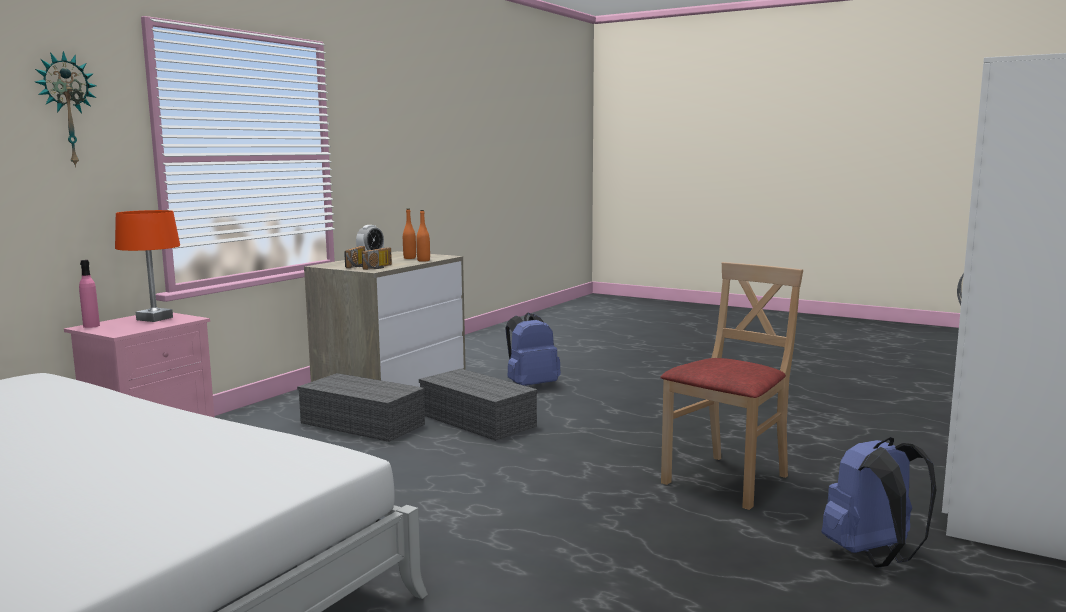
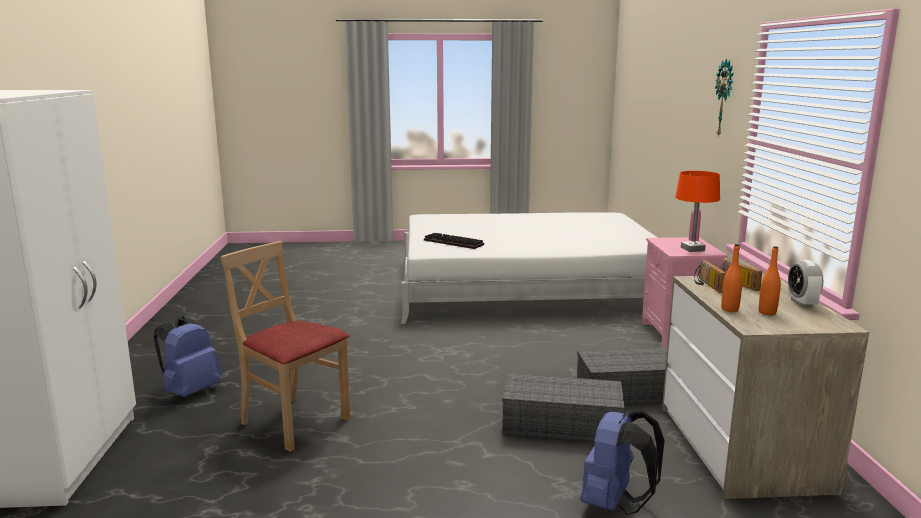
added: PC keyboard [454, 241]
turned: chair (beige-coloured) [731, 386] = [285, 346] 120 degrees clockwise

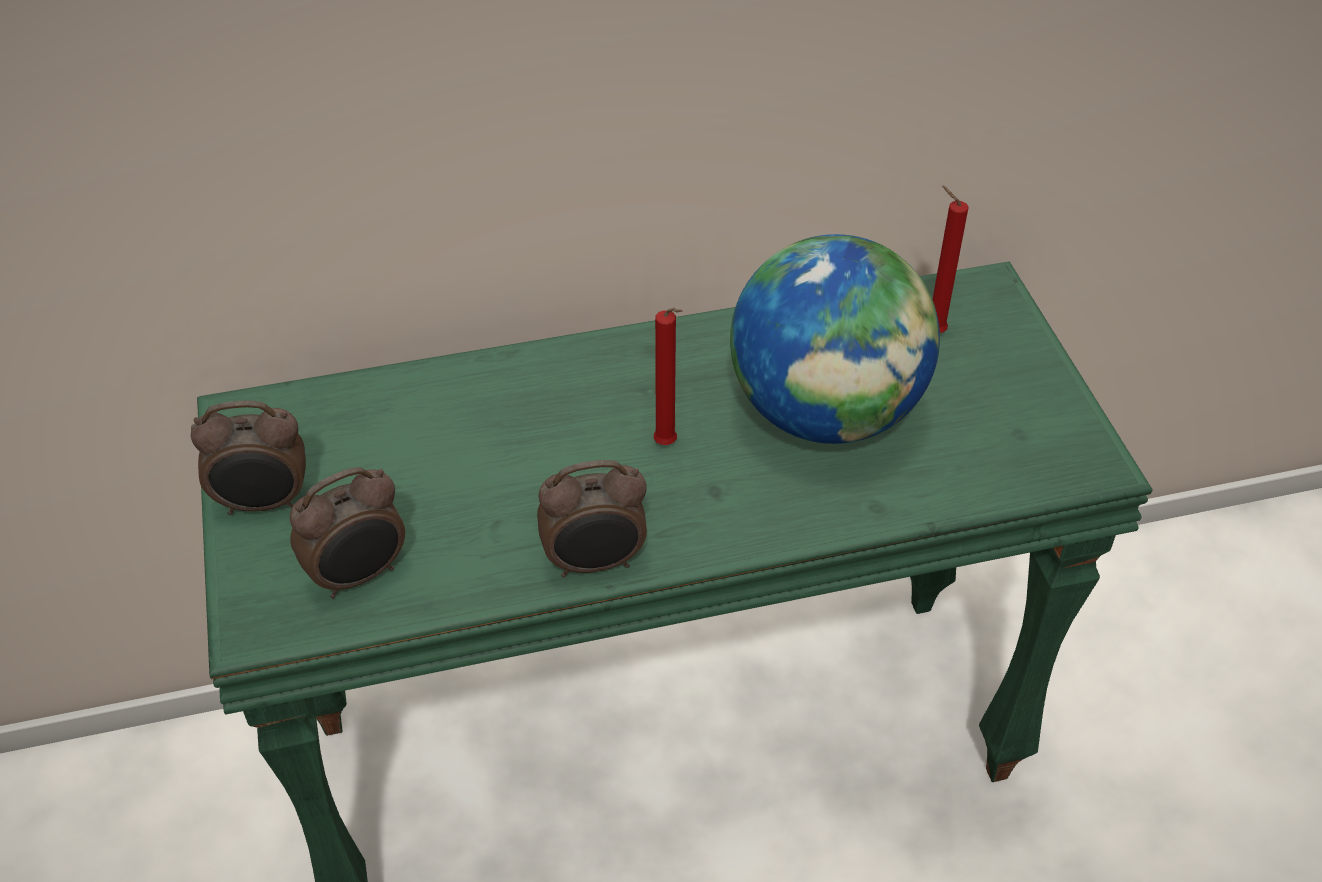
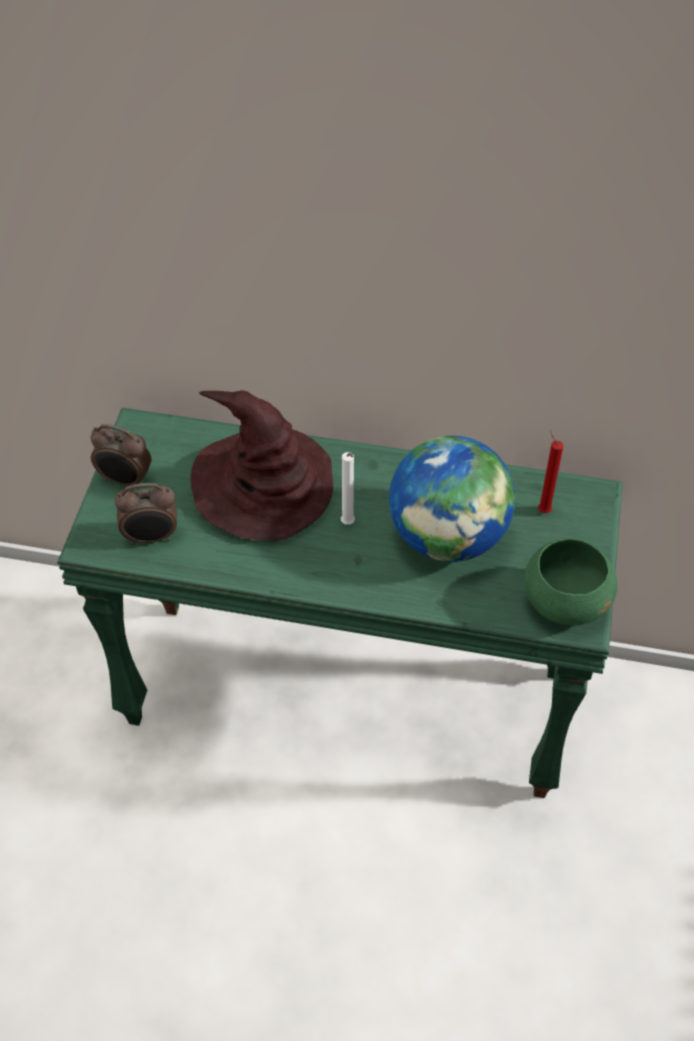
removed: alarm clock [592, 518]
added: clothing hat (brownish) [262, 465]; bowl (green-coloured) [570, 582]
recoloured: wax candle (red-coloured) [668, 376] to wax candle (whitish) [348, 488]

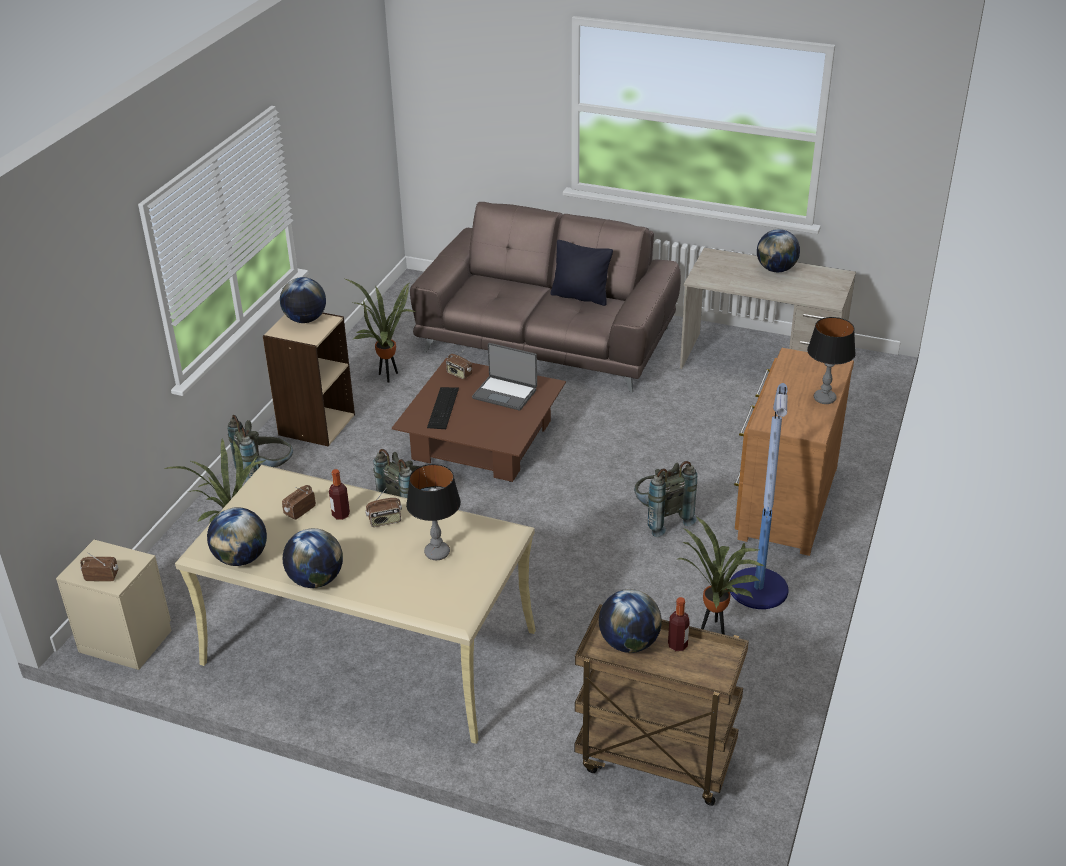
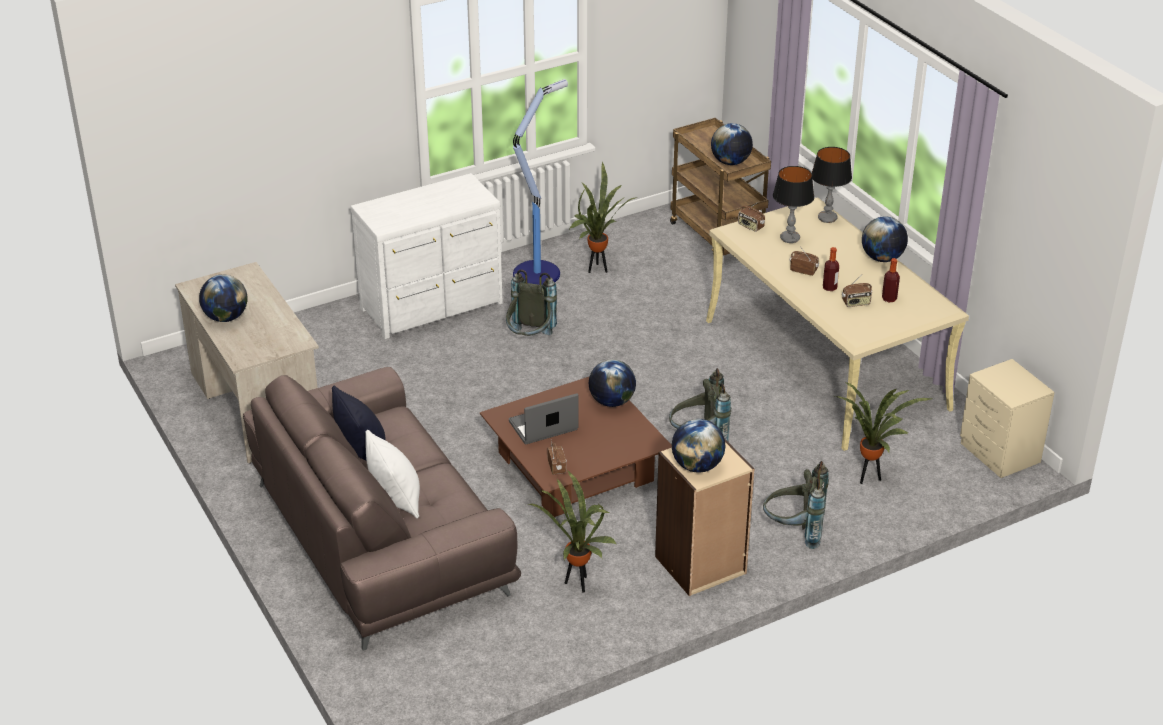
removed: PC keyboard [443, 408]
added: throw pillow (whitish) [392, 474]
moved: table lamp [831, 360] to [832, 185]; globe [237, 536] to [612, 383]; radio receiver [99, 566] to [751, 216]; drink bottle [679, 624] to [891, 280]
recoloured: drawer chest (brownish) [794, 452] to drawer chest (whitish) [426, 256]
turned: portable computer [504, 377] = [544, 419] 90 degrees counterclockwise

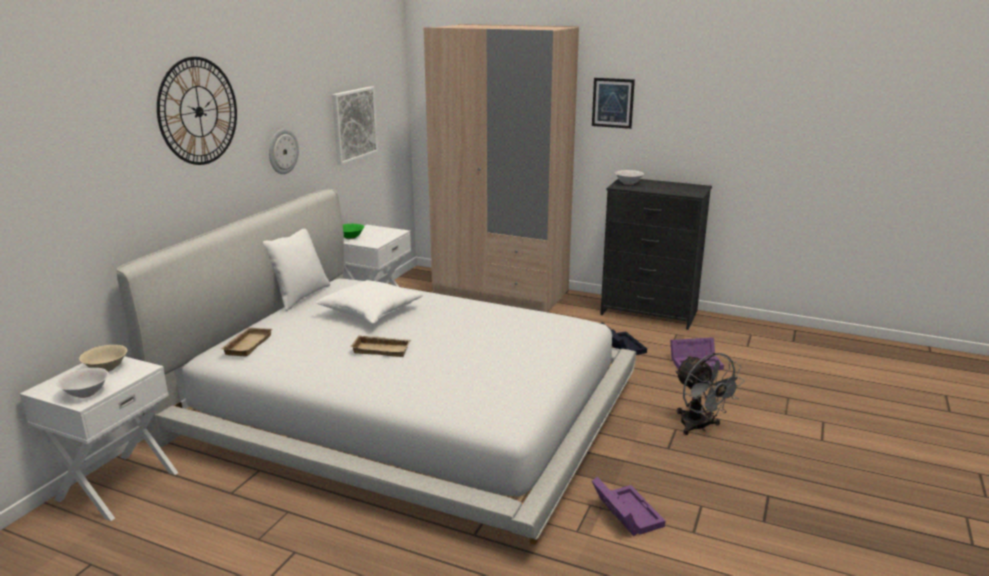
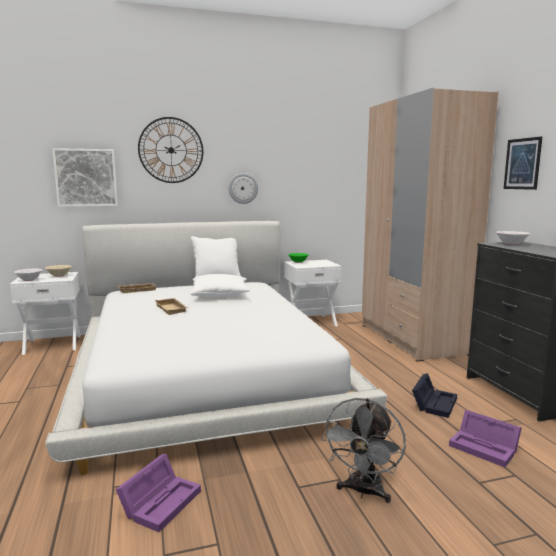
moved: wall picture [355, 125] to [85, 177]

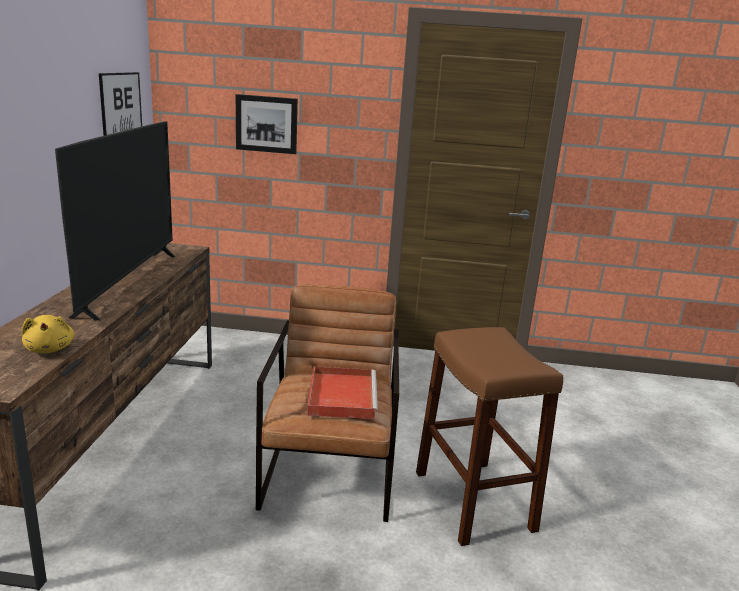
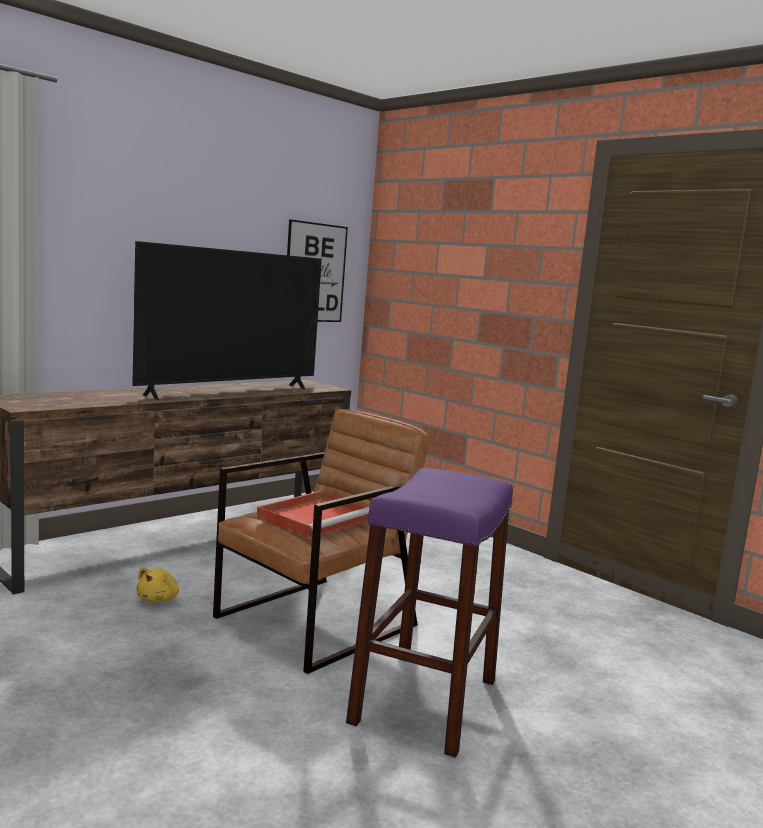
removed: wall picture [267, 124]
moved: cuddly toy (yellow-coloured) [48, 334] to [157, 584]
recoloured: stool (brownish) [489, 436] to stool (purple) [429, 613]

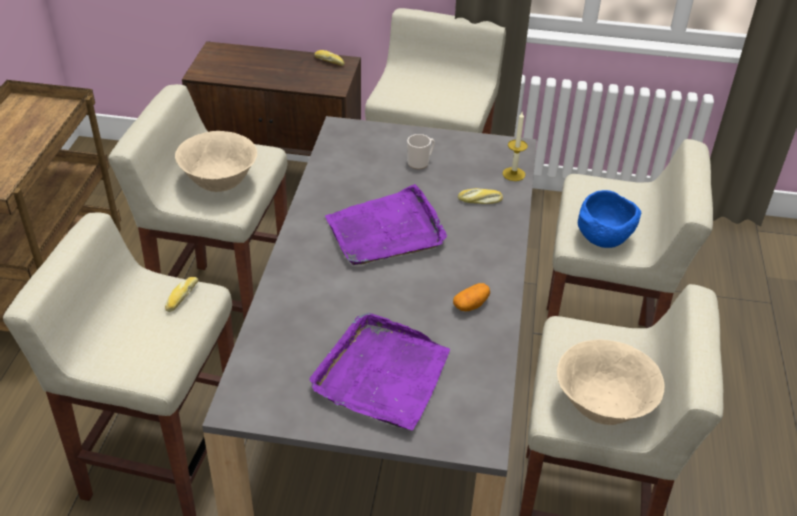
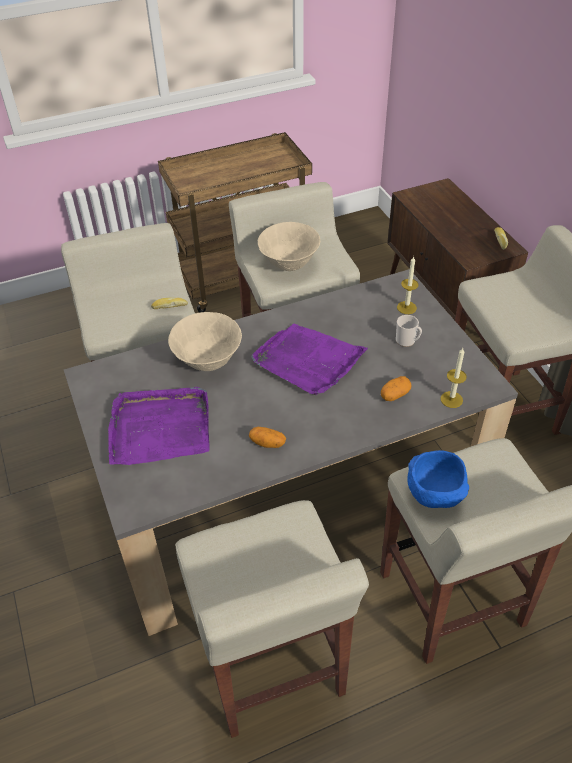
added: wax candle [408, 285]
moved: bowl (beige-coloured) [610, 382] to [205, 341]
replaced: baked bread [480, 196] to spud [396, 388]

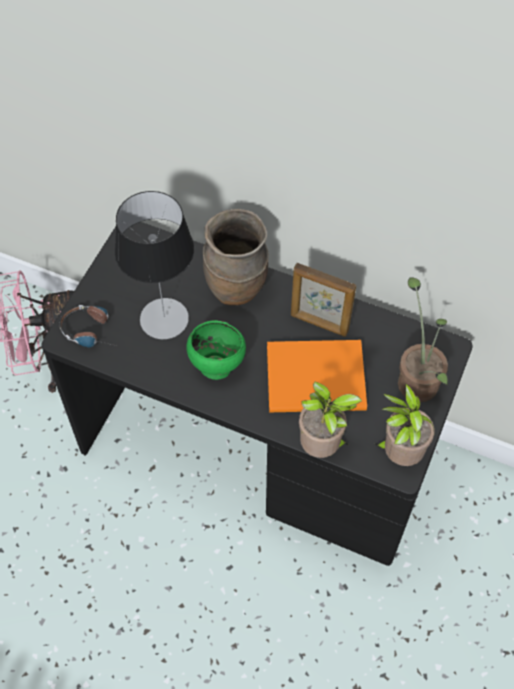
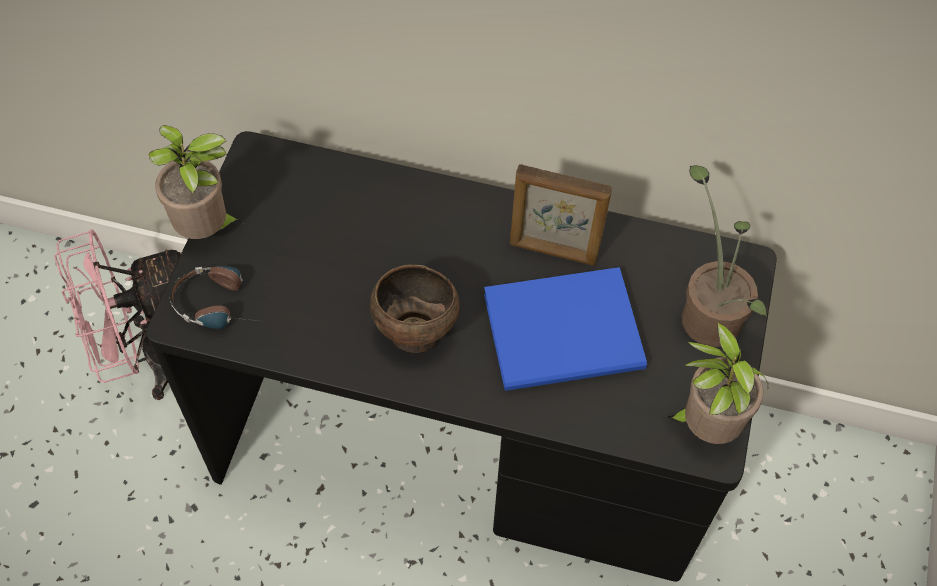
removed: table lamp [154, 265]; flower vase (brownish) [236, 257]
moved: plant in a pot [330, 419] to [195, 182]
recoloured: bowl (green-coloured) [216, 350] to bowl (brownish) [414, 309]; volume (orange-coloured) [317, 376] to volume (blue-coloured) [565, 329]

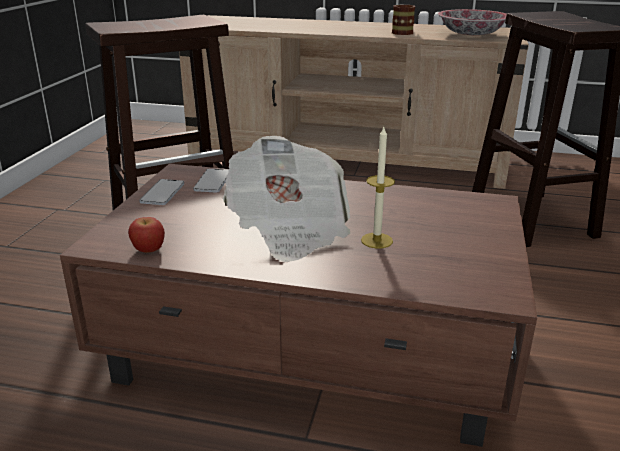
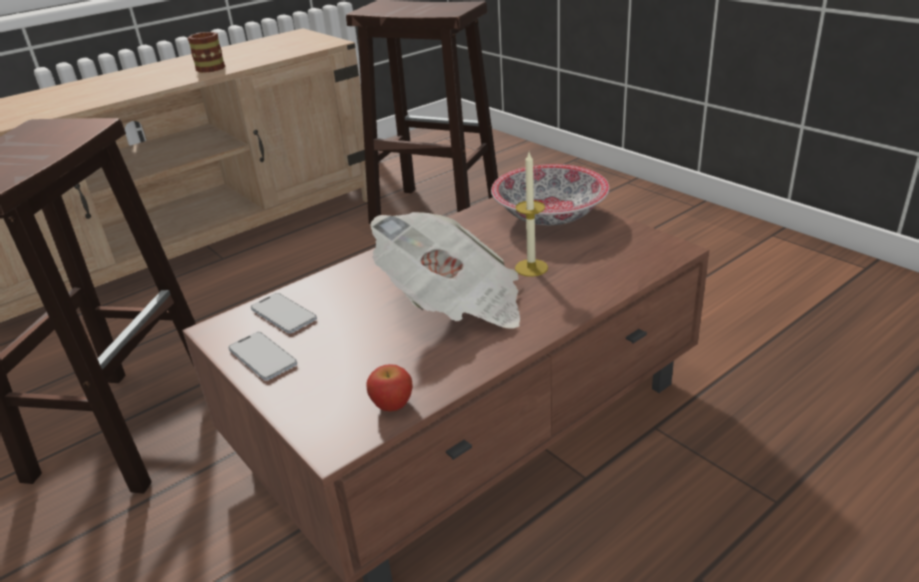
moved: bowl [472, 22] to [550, 194]

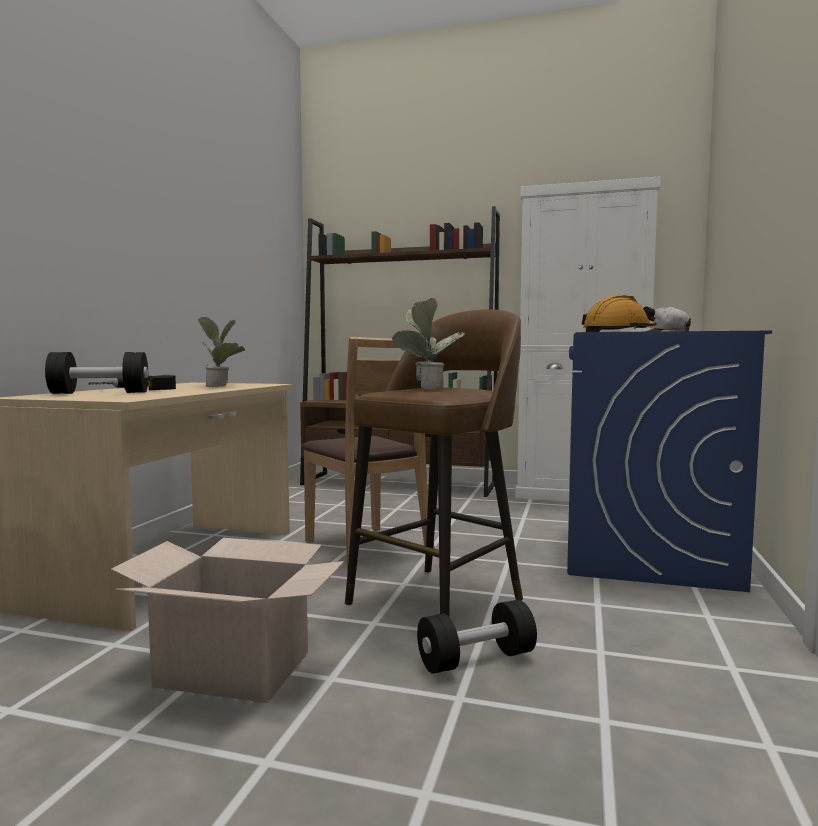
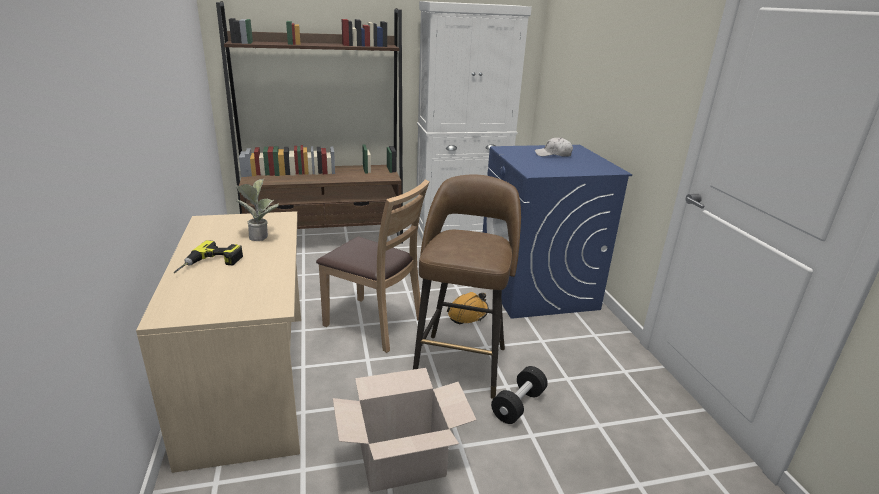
removed: plant in a pot [428, 344]; hand weight (black) [96, 373]
moved: safety helmet (orange-coloured) [619, 313] to [468, 308]

